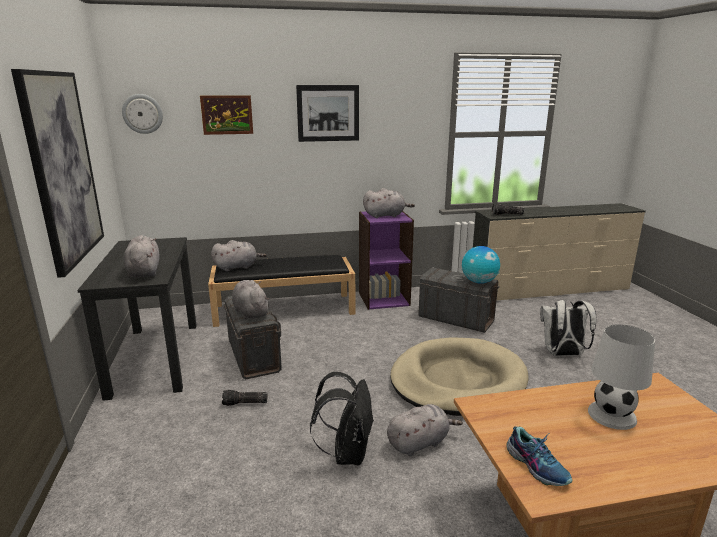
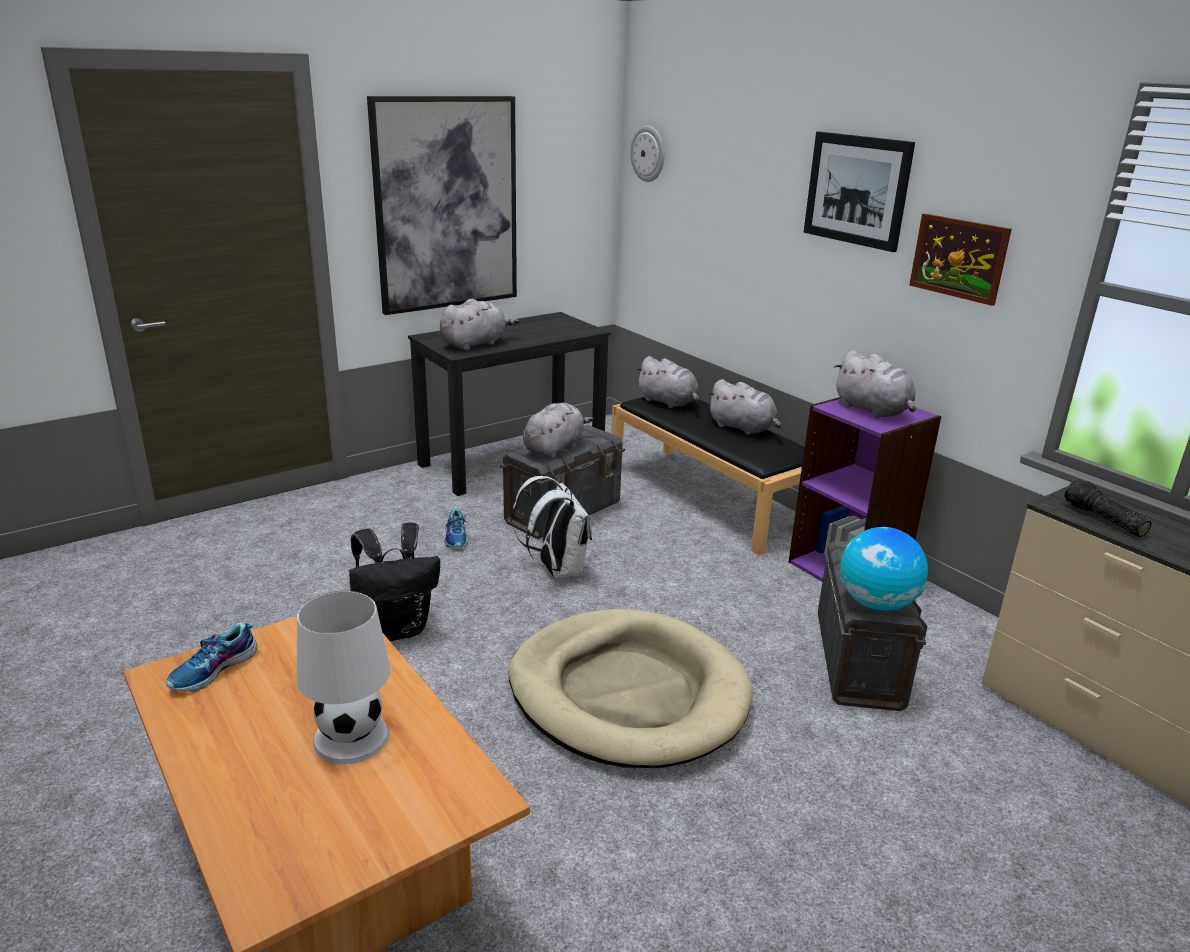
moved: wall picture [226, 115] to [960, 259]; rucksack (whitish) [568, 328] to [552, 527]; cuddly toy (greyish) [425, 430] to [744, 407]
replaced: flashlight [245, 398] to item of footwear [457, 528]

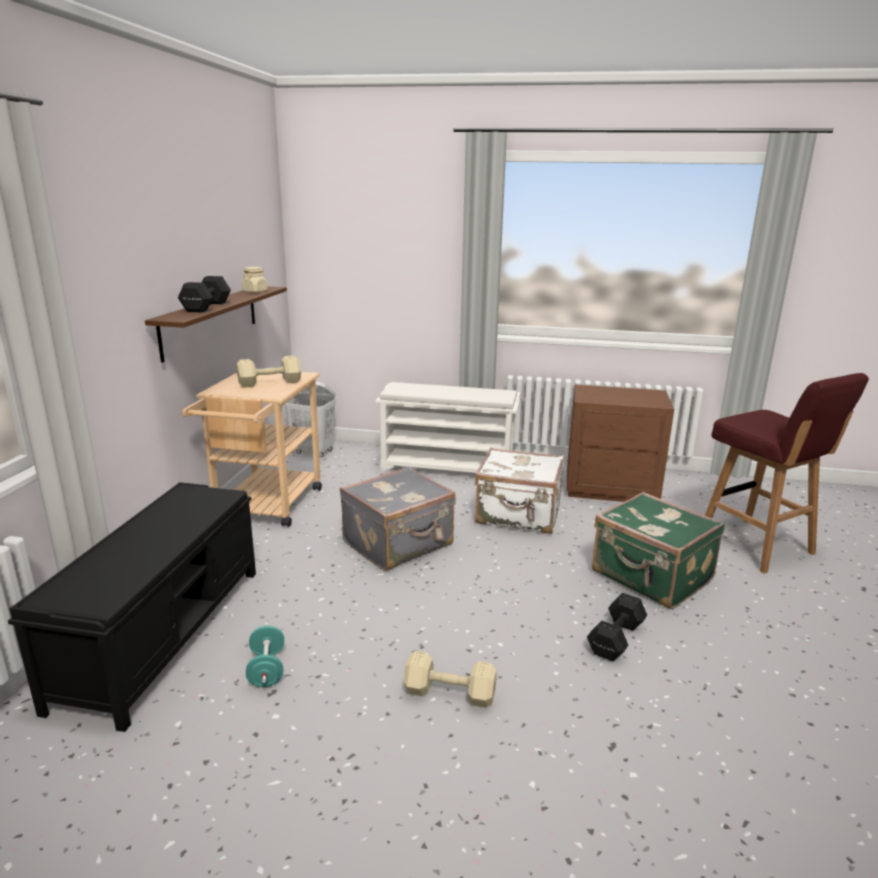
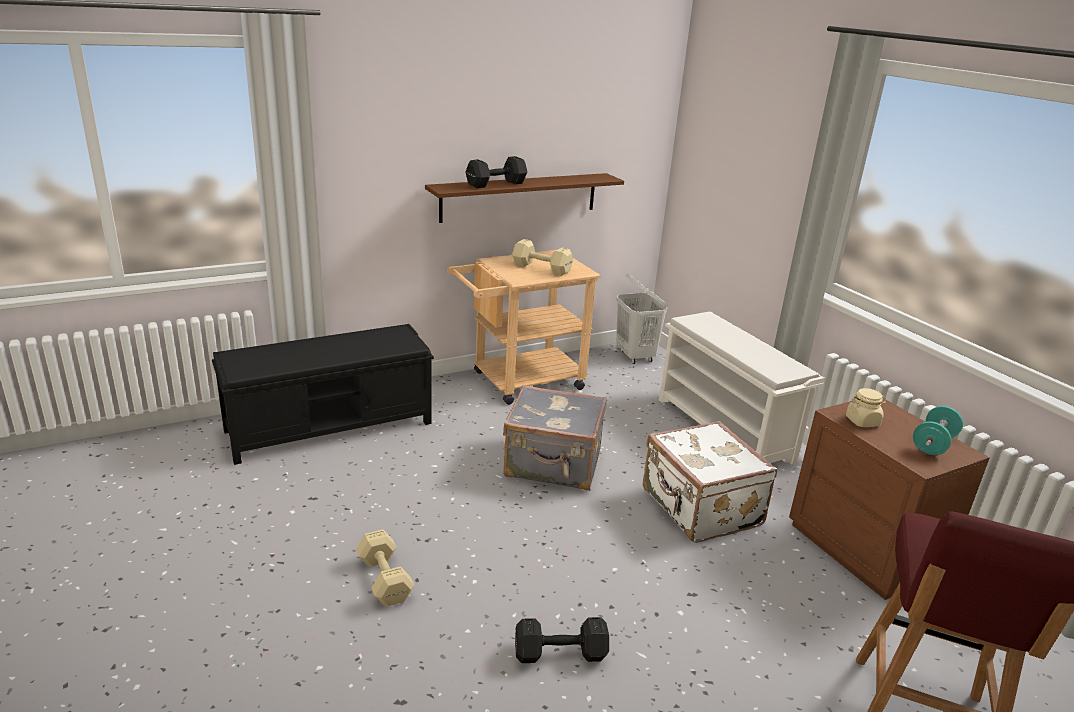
removed: travel case (green-coloured) [658, 550]
moved: jar (beige-coloured) [254, 280] to [866, 407]; hand weight (blue-green) [265, 656] to [938, 430]

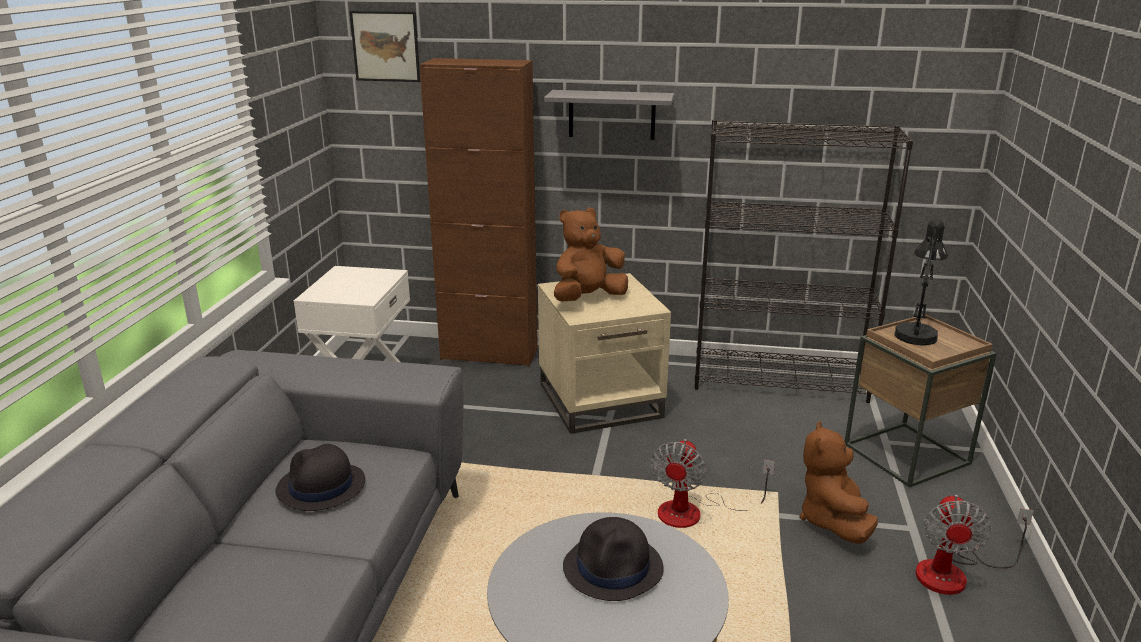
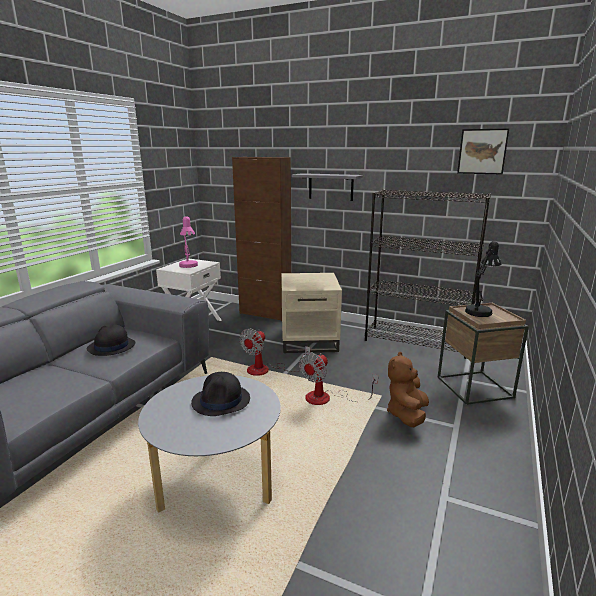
removed: cuddly toy (brownish) [591, 255]
added: table lamp (pink-coloured) [188, 242]
moved: wall picture [385, 46] to [483, 151]; cooling fan [974, 545] to [275, 352]

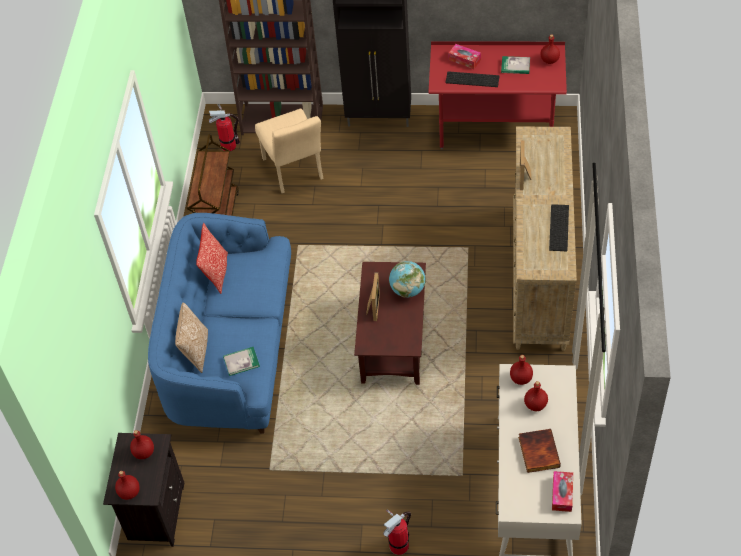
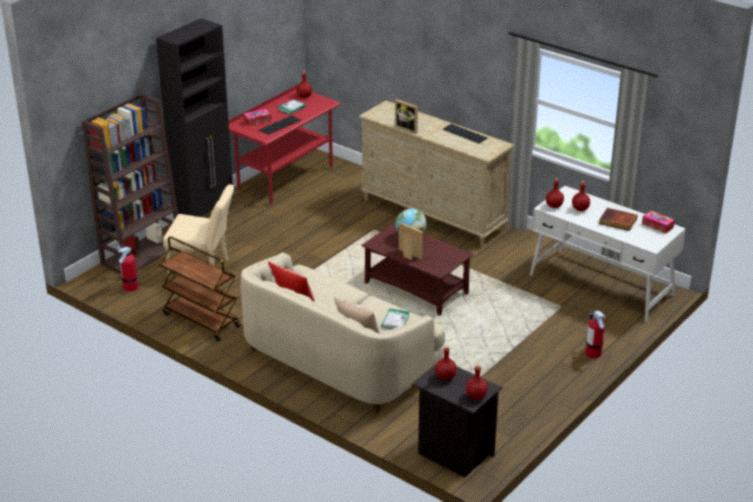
recoloured: settee (blue-coloured) [219, 323] to settee (beige-coloured) [343, 332]

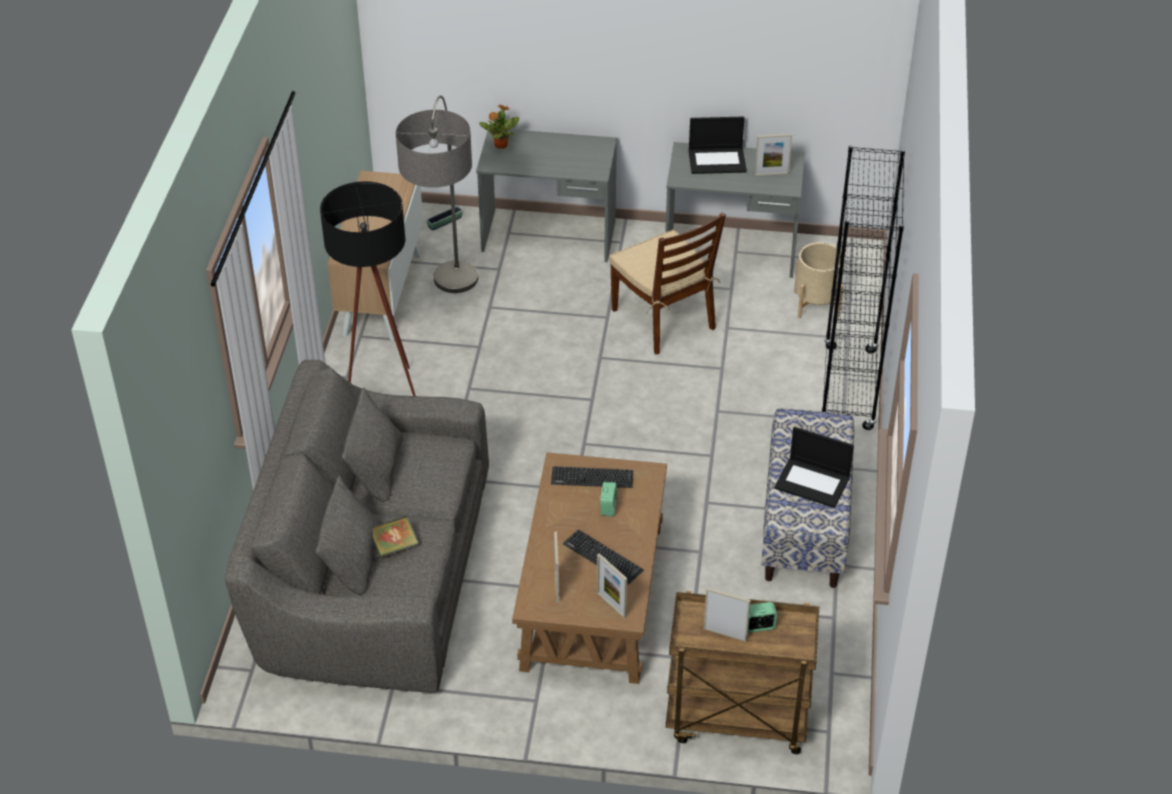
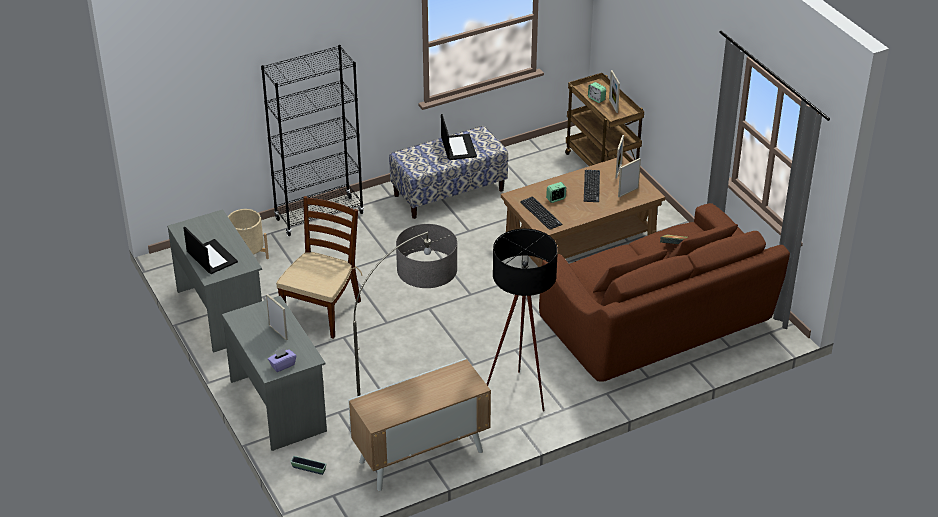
moved: standing frame [773, 155] to [277, 317]
replaced: plant in a pot [499, 127] to box of tissues (purple) [282, 360]
recoloured: settee (greyish) [357, 526] to settee (brownish) [664, 292]

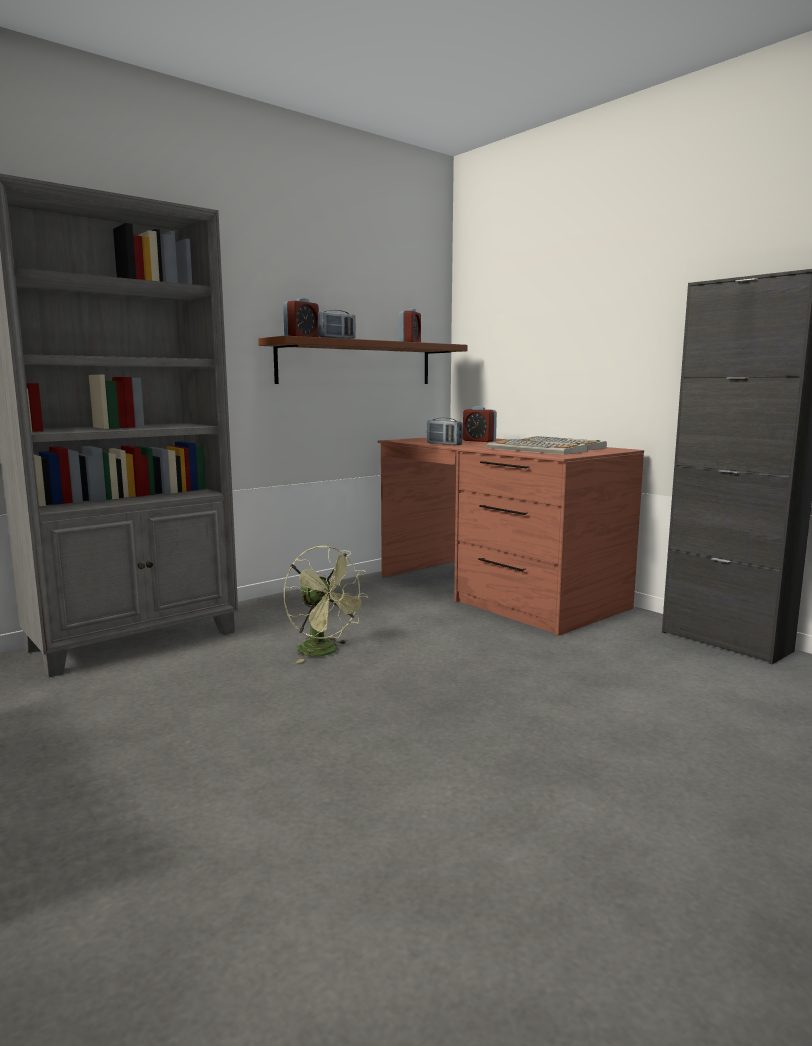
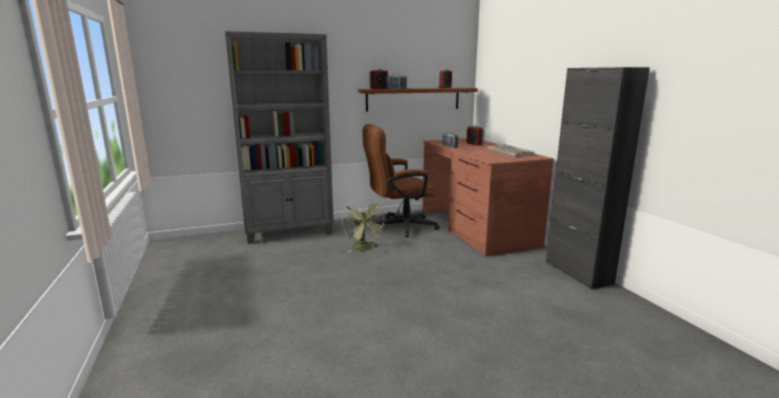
removed: PC keyboard [537, 447]
added: desk chair (brownish) [401, 181]

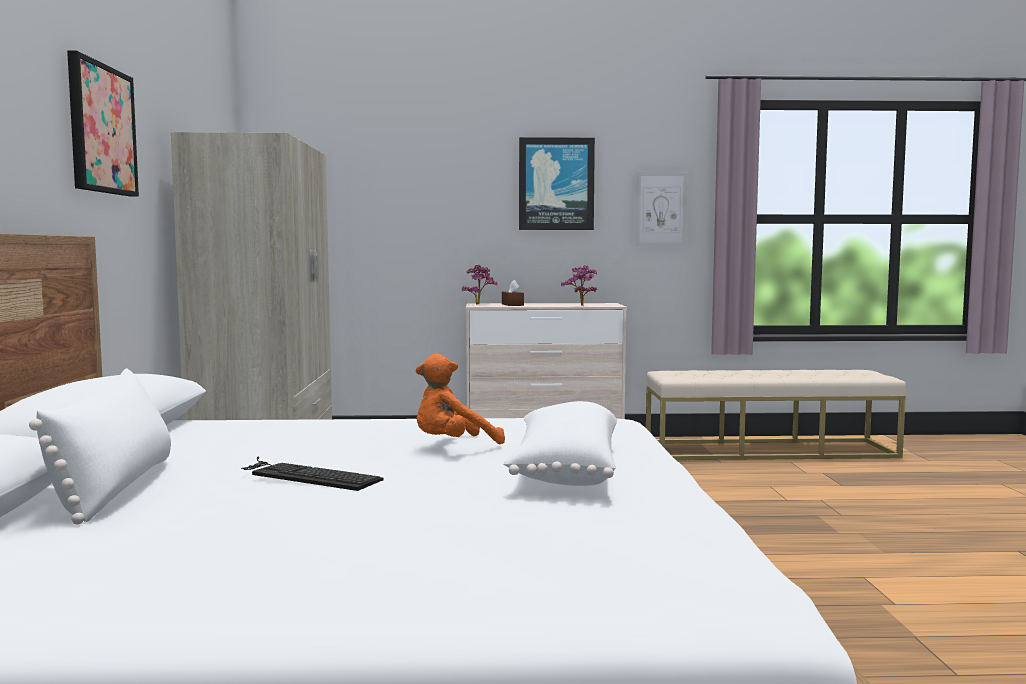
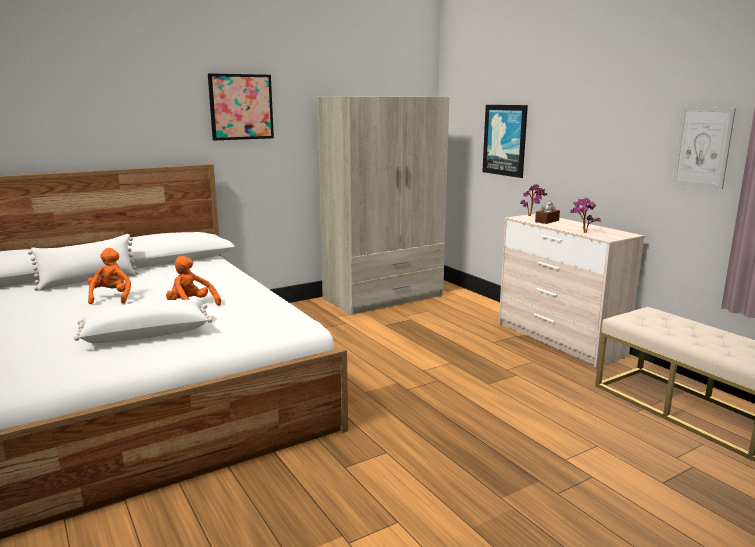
moved: wall picture [557, 183] to [505, 141]
replaced: PC keyboard [312, 473] to cuddly toy (orange-coloured) [109, 276]

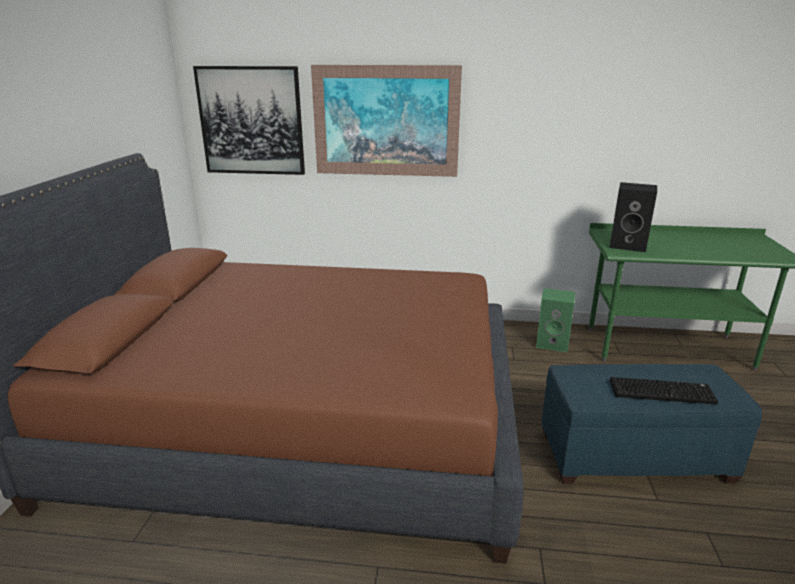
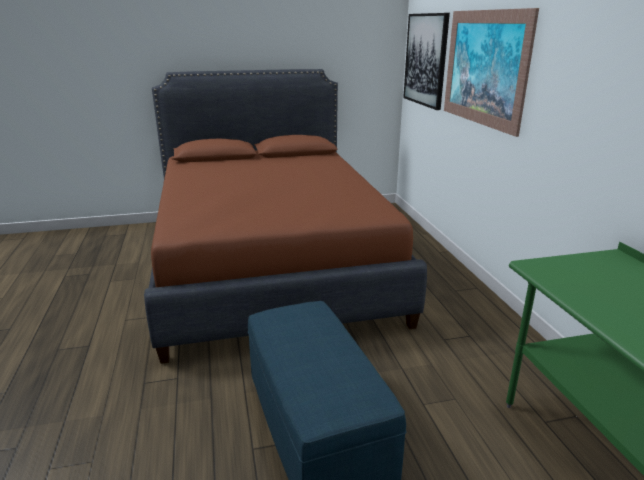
removed: loudspeaker (black) [633, 217]; loudspeaker (green-coloured) [555, 320]; PC keyboard [664, 391]

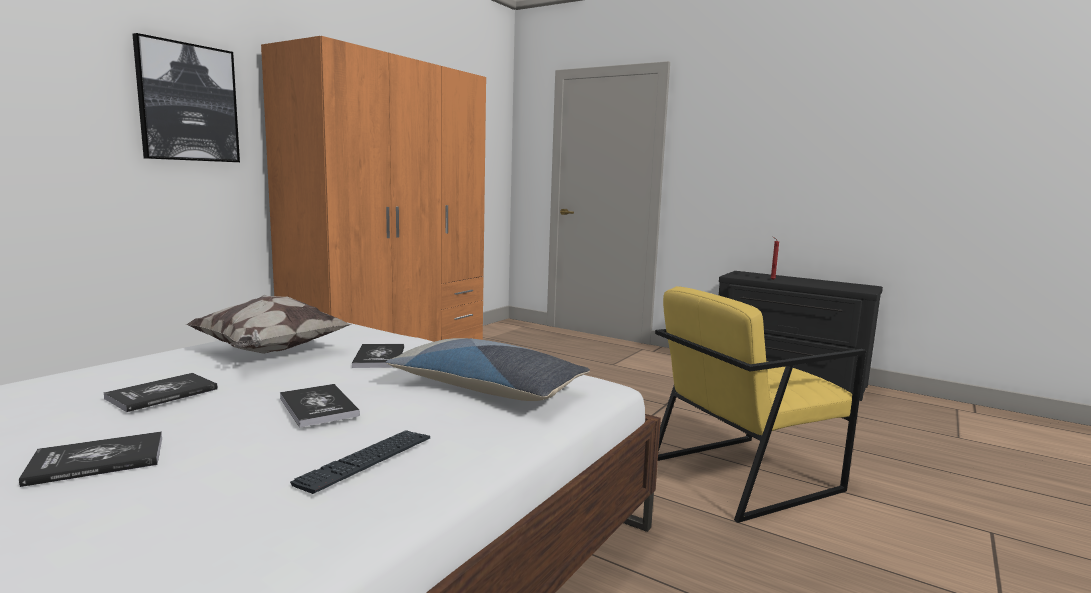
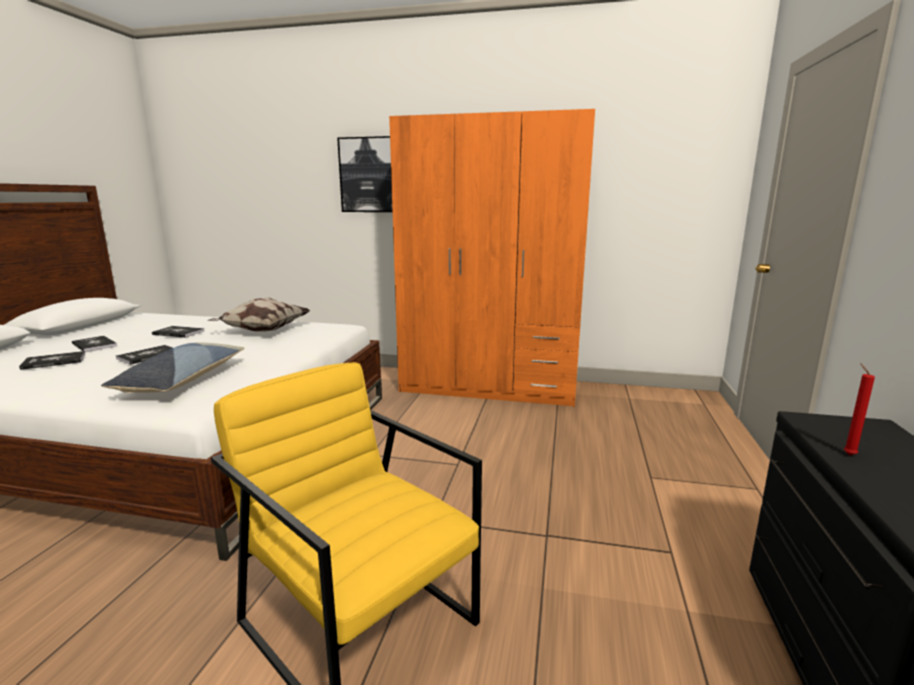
removed: PC keyboard [360, 462]
moved: volume [378, 356] to [52, 360]

